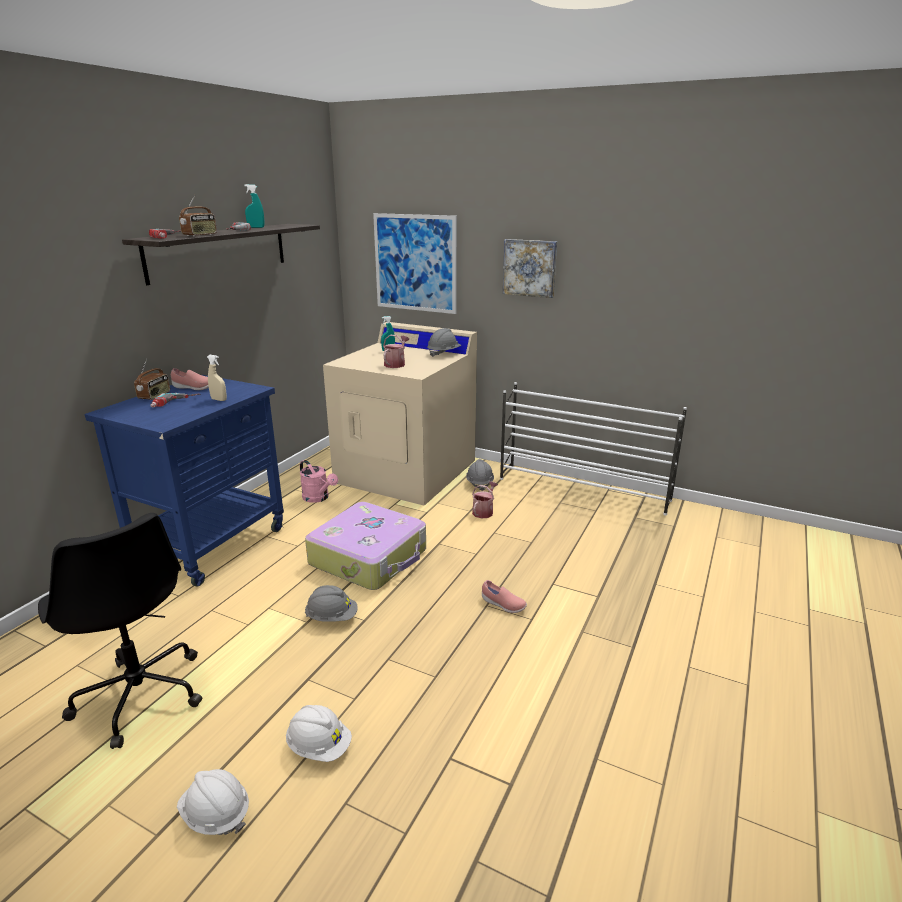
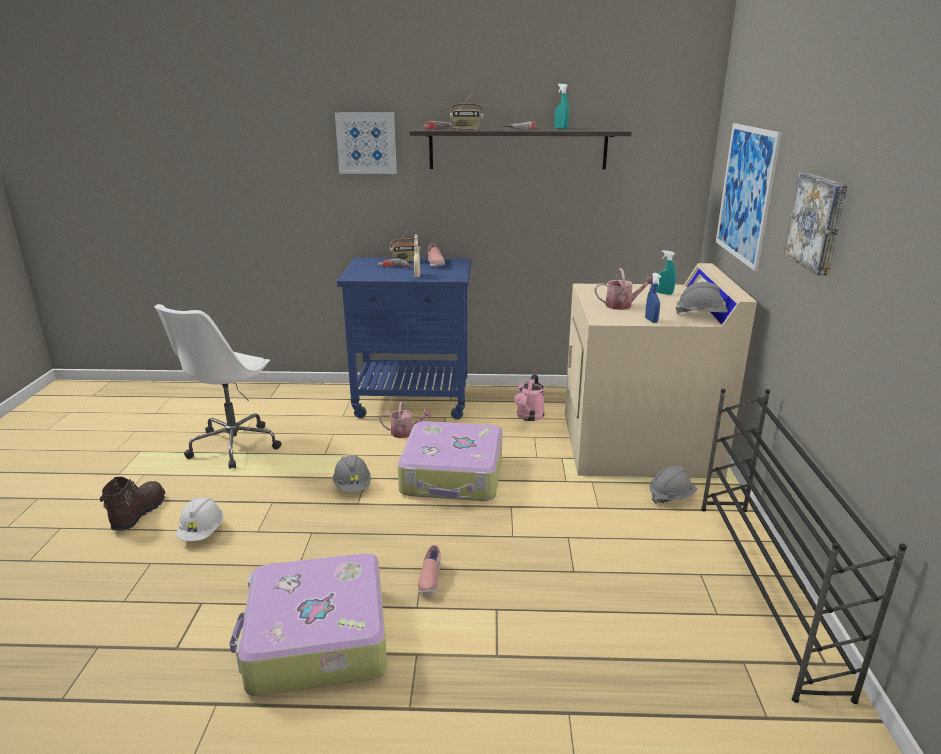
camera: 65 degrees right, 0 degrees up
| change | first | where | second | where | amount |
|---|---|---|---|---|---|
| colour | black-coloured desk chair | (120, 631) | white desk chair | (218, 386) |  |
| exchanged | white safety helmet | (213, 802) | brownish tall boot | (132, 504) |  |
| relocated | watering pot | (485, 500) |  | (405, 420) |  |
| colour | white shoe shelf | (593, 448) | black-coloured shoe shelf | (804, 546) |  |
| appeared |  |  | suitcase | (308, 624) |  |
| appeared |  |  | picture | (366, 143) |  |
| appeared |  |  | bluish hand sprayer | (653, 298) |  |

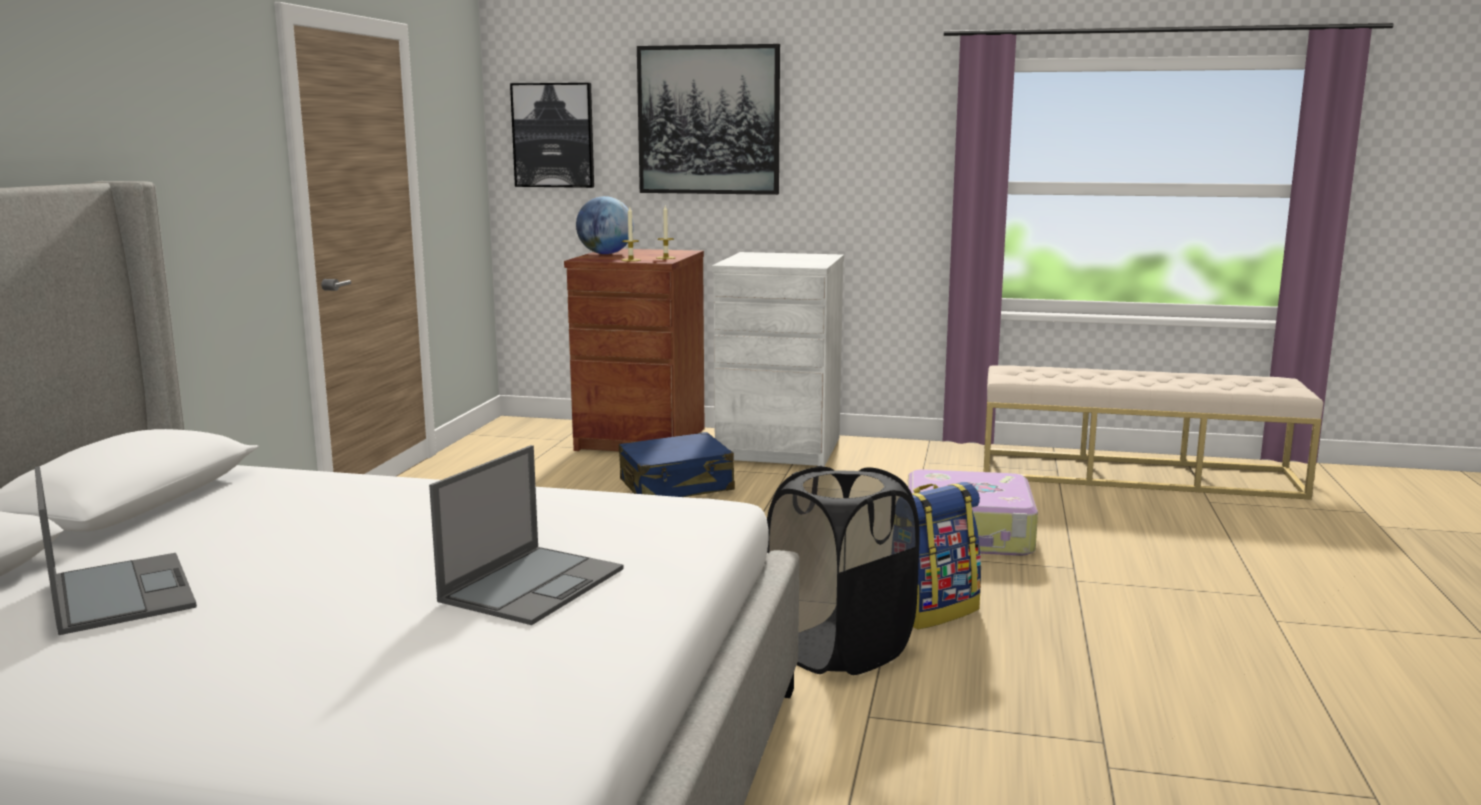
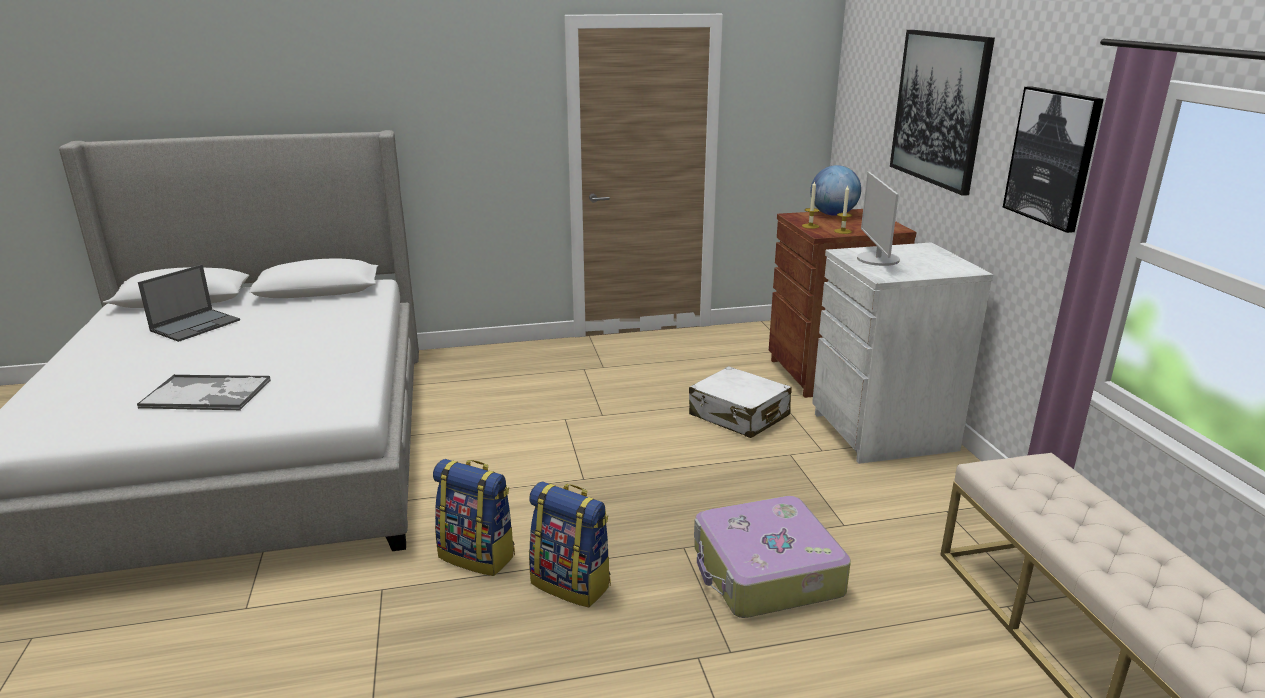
camera: 65 degrees right, 10 degrees up
| change | first | where | second | where | amount |
|---|---|---|---|---|---|
| exchanged | notebook computer | (526, 535) | carrying tray | (204, 392) |  |
| relocated | picture | (552, 135) |  | (1053, 159) |  |
| colour | bluish suitcase | (677, 464) | white suitcase | (740, 402) |  |
| exchanged | black-coloured hamper | (843, 570) | knapsack | (474, 517) |  |
| appeared |  |  | monitor | (878, 219) |  |

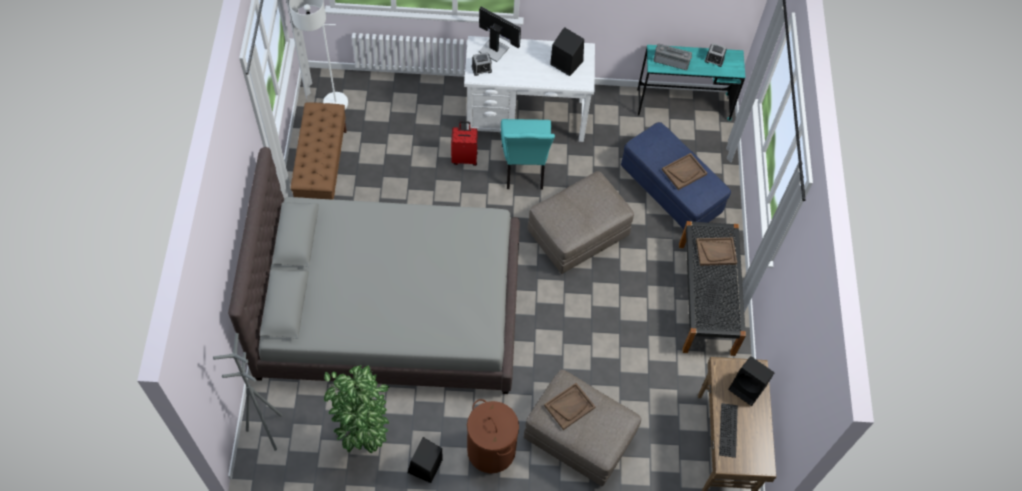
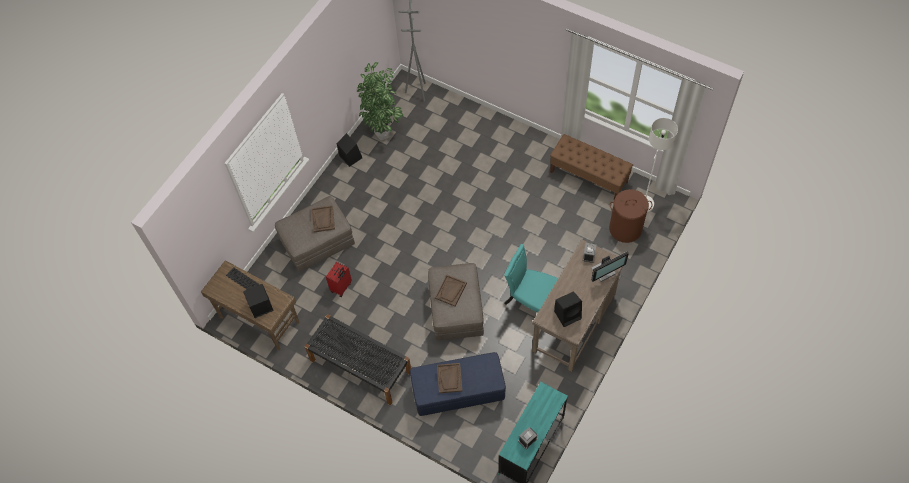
camera: 125 degrees right, 0 degrees up
| change | first | where | second | where | amount |
|---|---|---|---|---|---|
| missing | grey bedroom bed | (374, 270) |  |  |  |
| relocated | red-coloured suitcase | (464, 143) |  | (339, 279) |  |
| colour | white desk table | (529, 89) | brownish desk table | (578, 305) |  |
| relocated | brownish hamper | (493, 436) |  | (630, 216) |  |
| missing | radio set | (673, 56) |  |  |  |
| relocated | brownish carrying tray | (716, 251) |  | (451, 291) |  |

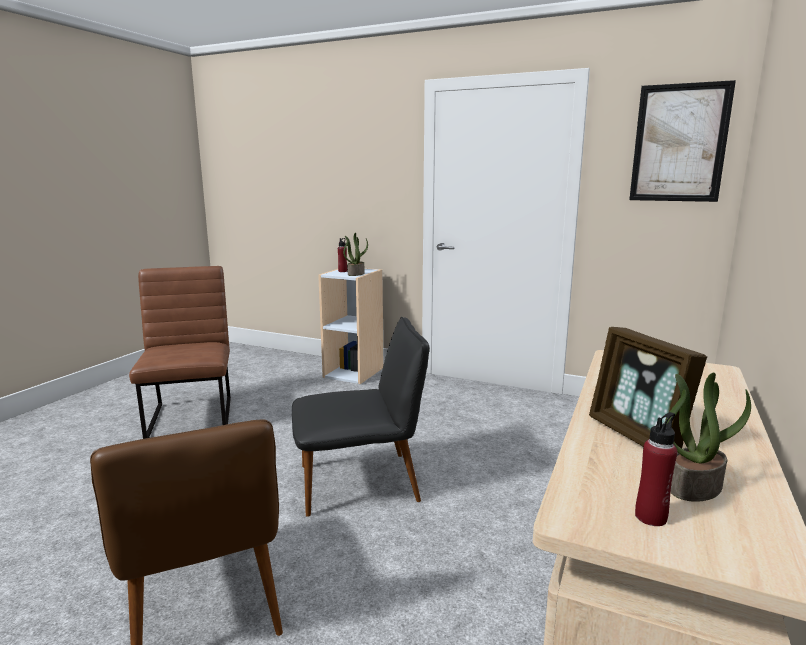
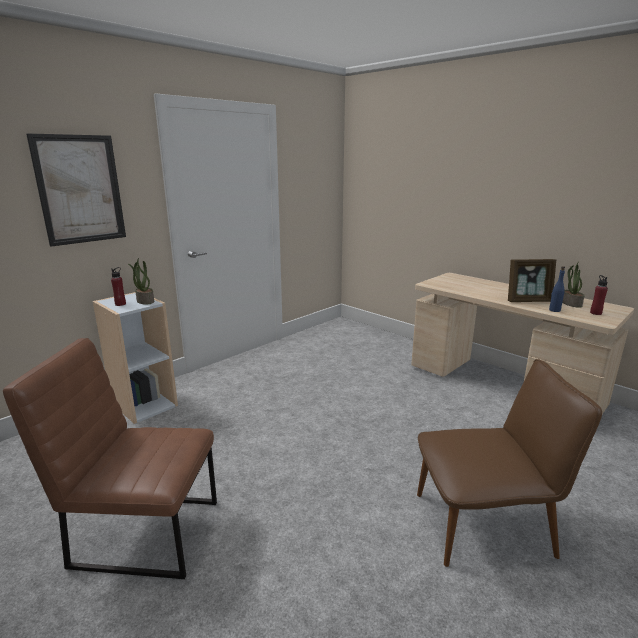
camera: 70 degrees left, 5 degrees up
| change | first | where | second | where | amount |
|---|---|---|---|---|---|
| missing | black-coloured plain chair | (360, 417) |  |  |  |
| relocated | picture | (682, 141) |  | (76, 190) |  |
| appeared |  |  | bluish drink bottle | (557, 289) |  |

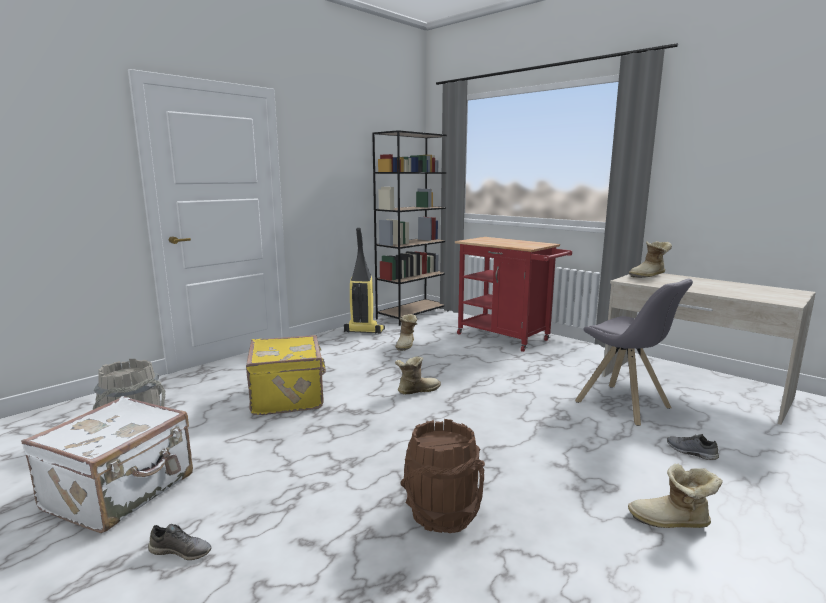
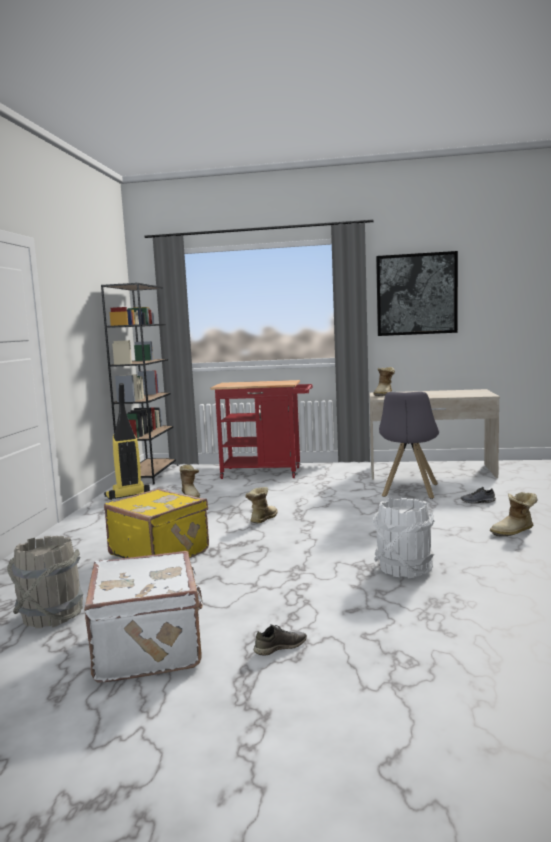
camera: 35 degrees left, 5 degrees down
| change | first | where | second | where | amount |
|---|---|---|---|---|---|
| colour | brownish pail | (442, 476) | white pail | (403, 538) |  |
| spun | grey plain chair | (634, 352) |  | (409, 445) | 90 degrees clockwise |
| appeared |  |  | picture | (417, 293) |  |

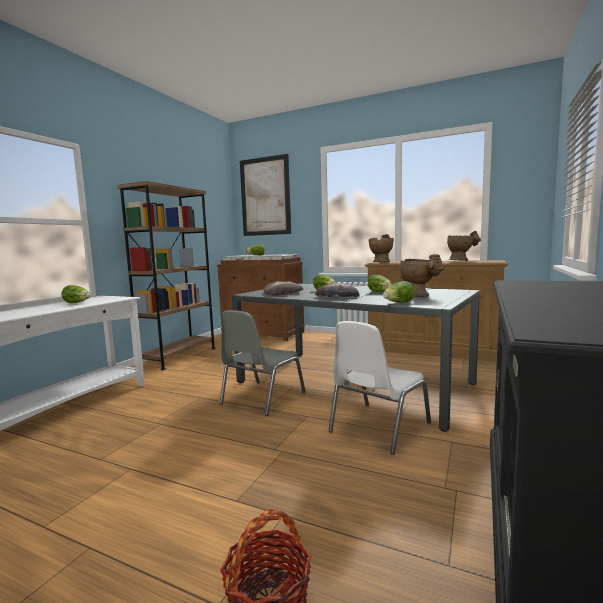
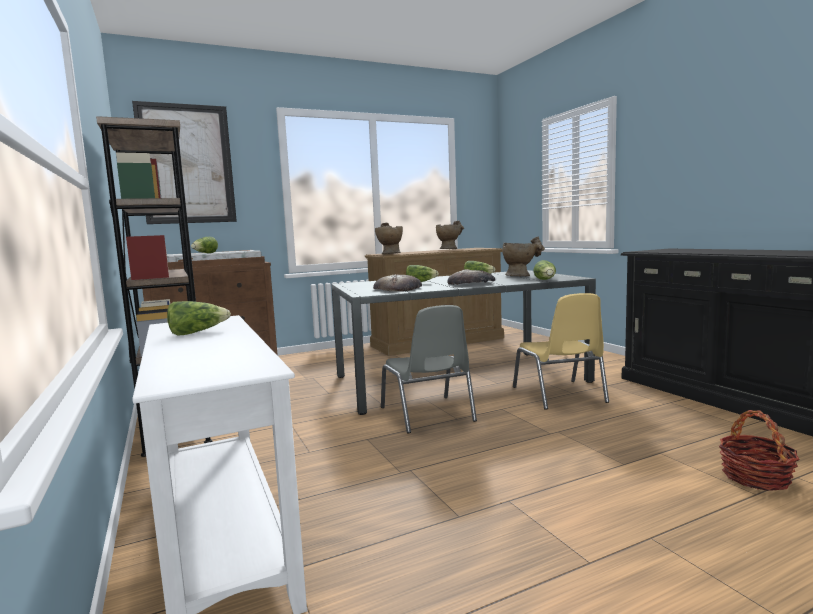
camera: 50 degrees left, 0 degrees up
| change | first | where | second | where | amount |
|---|---|---|---|---|---|
| colour | white plain chair | (379, 388) | yellow plain chair | (561, 351) |  |

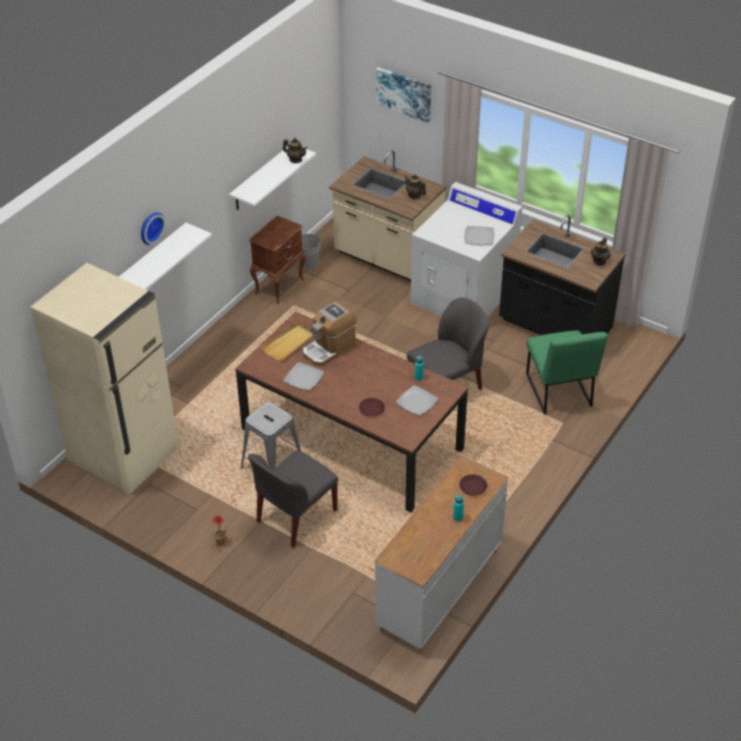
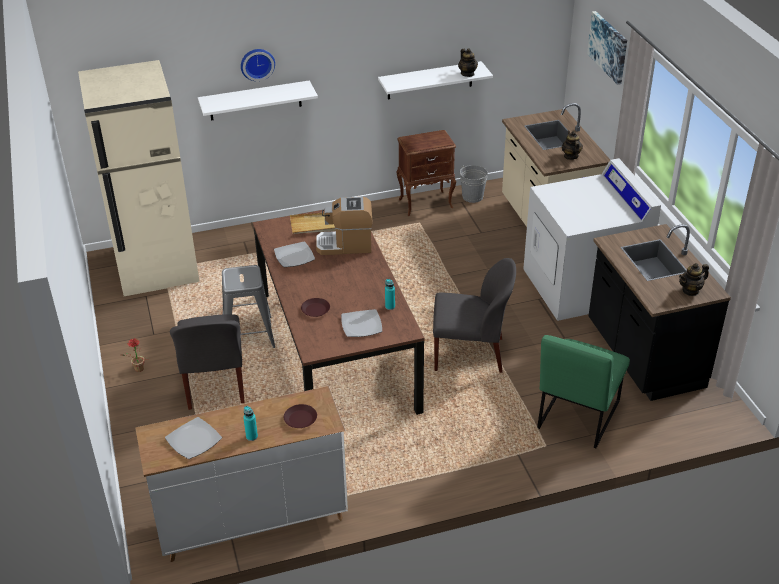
camera: 40 degrees right, 5 degrees down
| change | first | where | second | where | amount |
|---|---|---|---|---|---|
| spun | grey plain chair | (293, 498) |  | (207, 362) | 90 degrees counterclockwise |
| relocated | dinner plate | (479, 235) |  | (193, 438) |  |

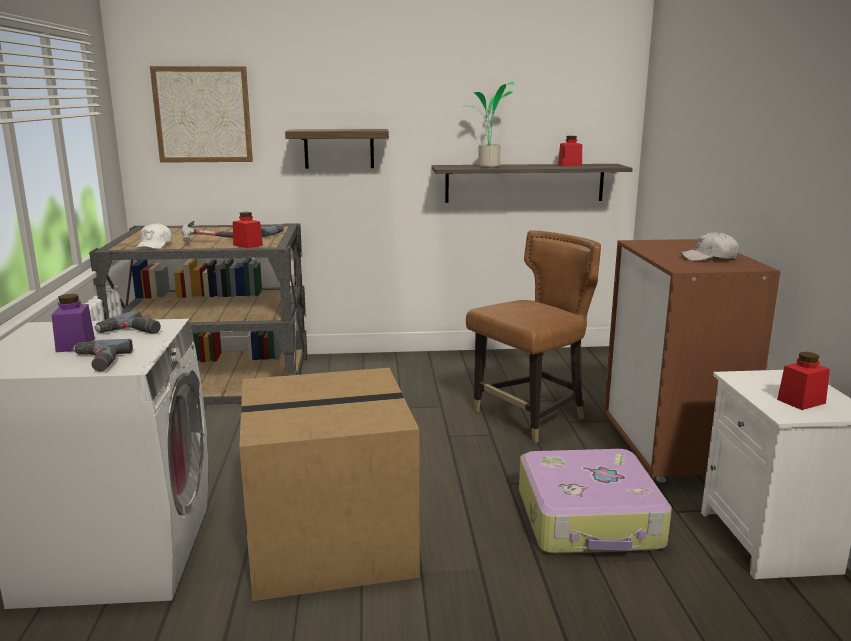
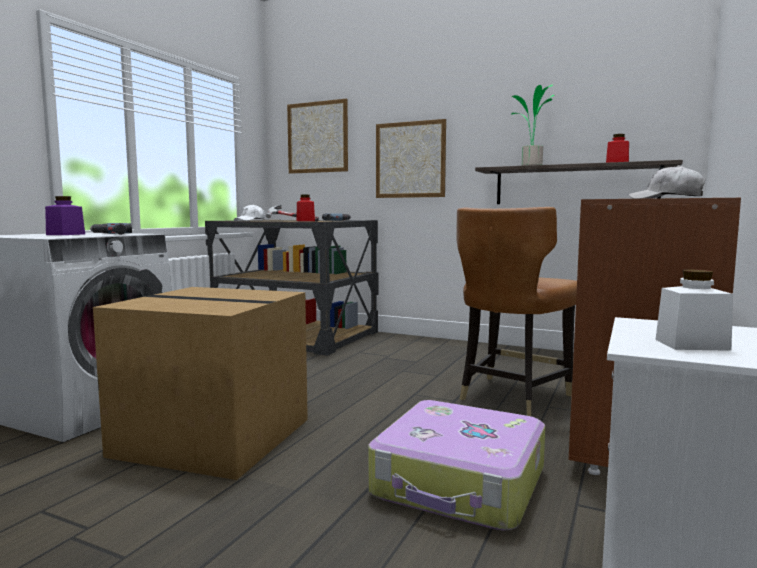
camera: 30 degrees right, 10 degrees down
| change | first | where | second | where | amount |
|---|---|---|---|---|---|
| missing | power drill | (103, 355) |  |  |  |
| exchanged | bracket shelf | (337, 149) | picture | (411, 158) |  |
| spun | brownish plain chair | (533, 336) |  | (517, 311) | 135 degrees clockwise |
| colour | red-coloured storage jar | (803, 381) | white storage jar | (694, 310) |  |

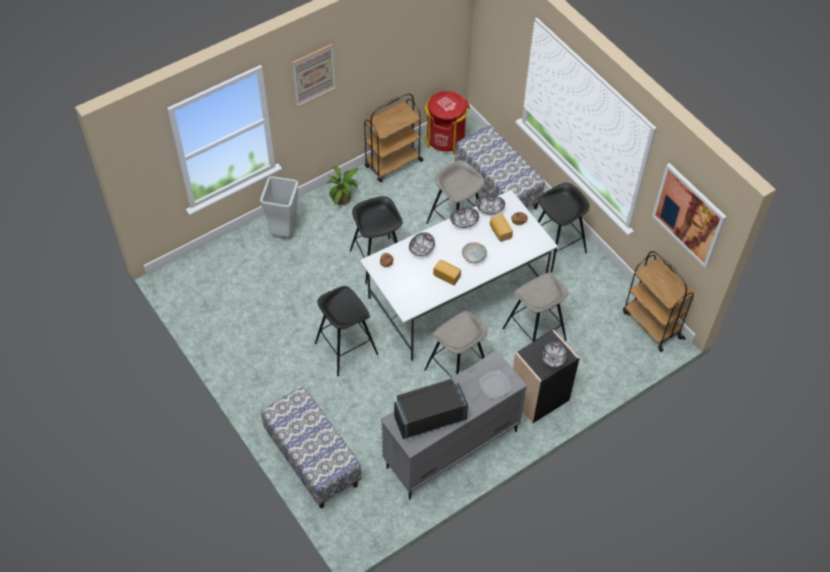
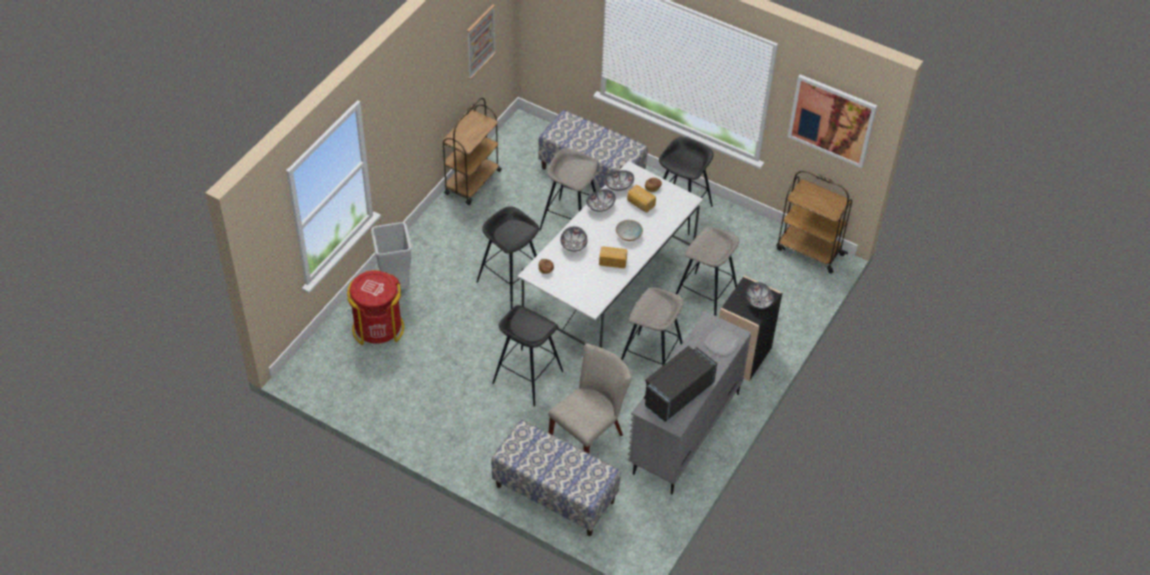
camera: 25 degrees left, 5 degrees down
| change | first | where | second | where | amount |
|---|---|---|---|---|---|
| relocated | picture | (314, 75) |  | (481, 41) |  |
| missing | plant in a pot | (342, 186) |  |  |  |
| relocated | red-coloured rubbish bin | (447, 123) |  | (375, 307) |  |
| appeared |  |  | beige plain chair | (590, 398) |  |

